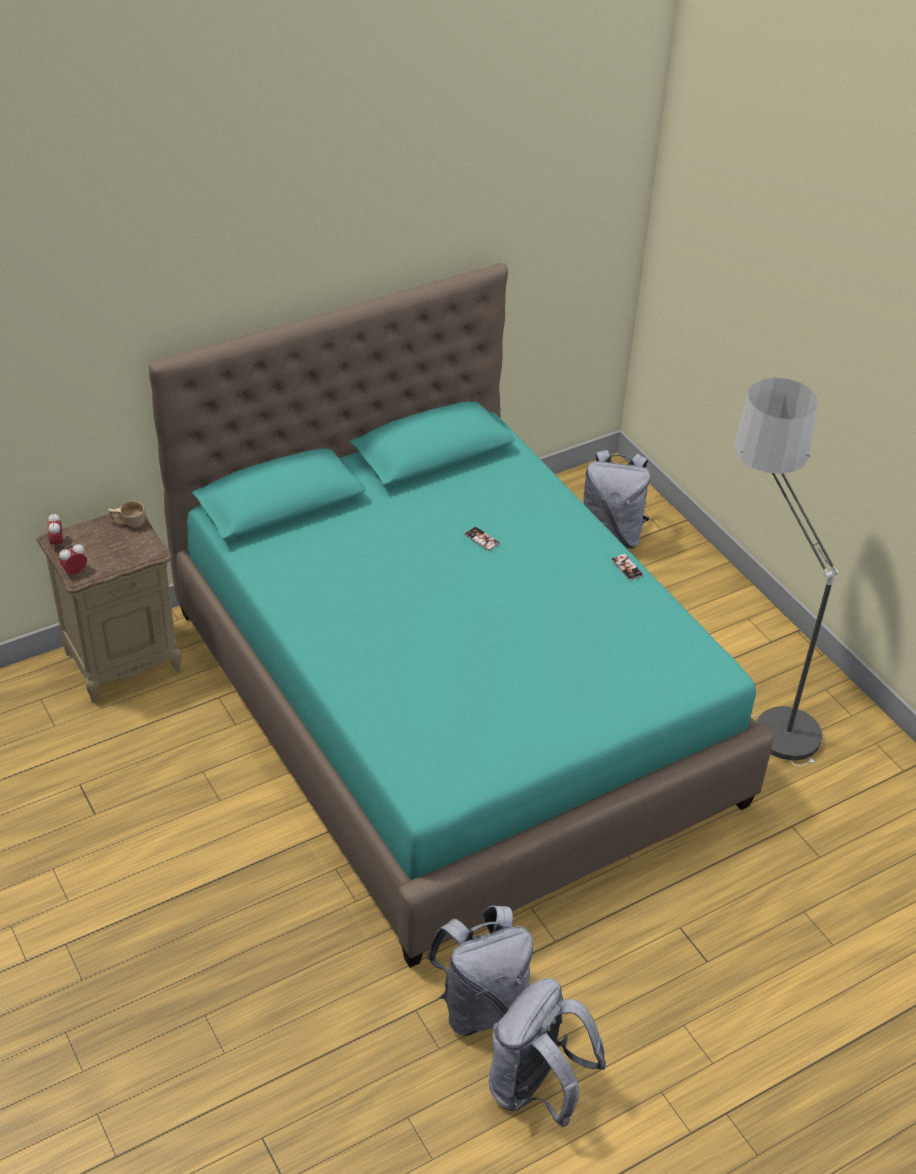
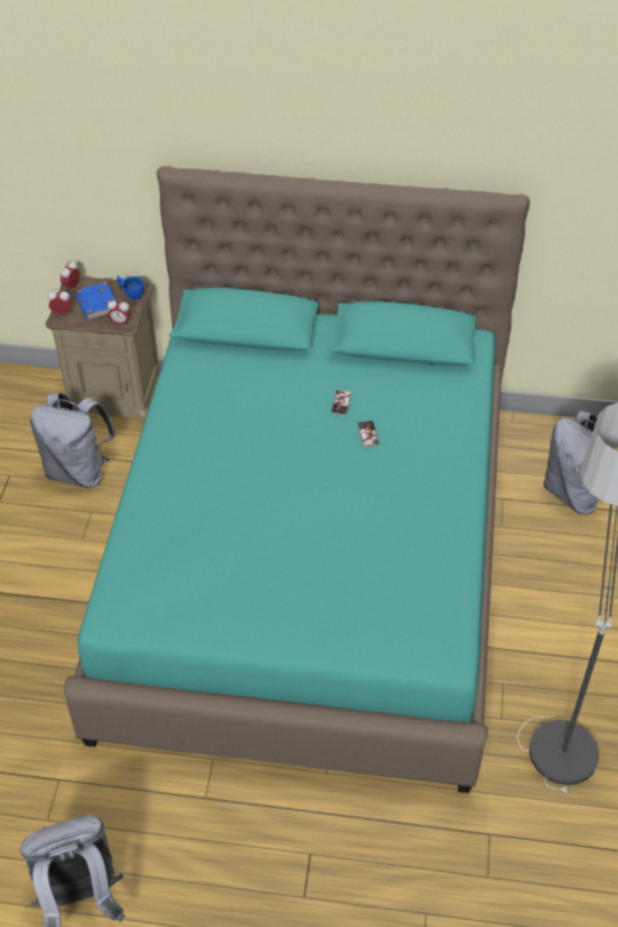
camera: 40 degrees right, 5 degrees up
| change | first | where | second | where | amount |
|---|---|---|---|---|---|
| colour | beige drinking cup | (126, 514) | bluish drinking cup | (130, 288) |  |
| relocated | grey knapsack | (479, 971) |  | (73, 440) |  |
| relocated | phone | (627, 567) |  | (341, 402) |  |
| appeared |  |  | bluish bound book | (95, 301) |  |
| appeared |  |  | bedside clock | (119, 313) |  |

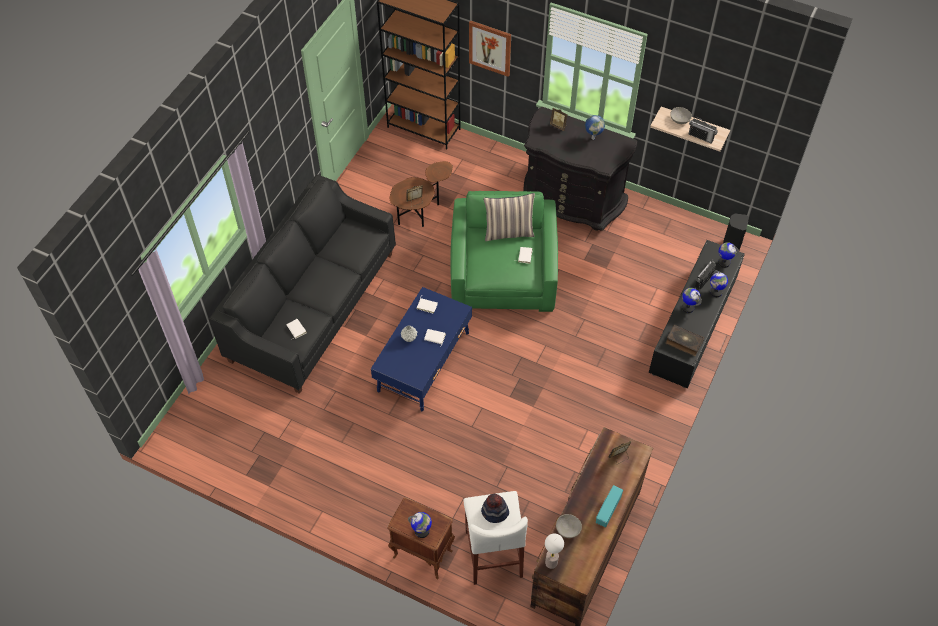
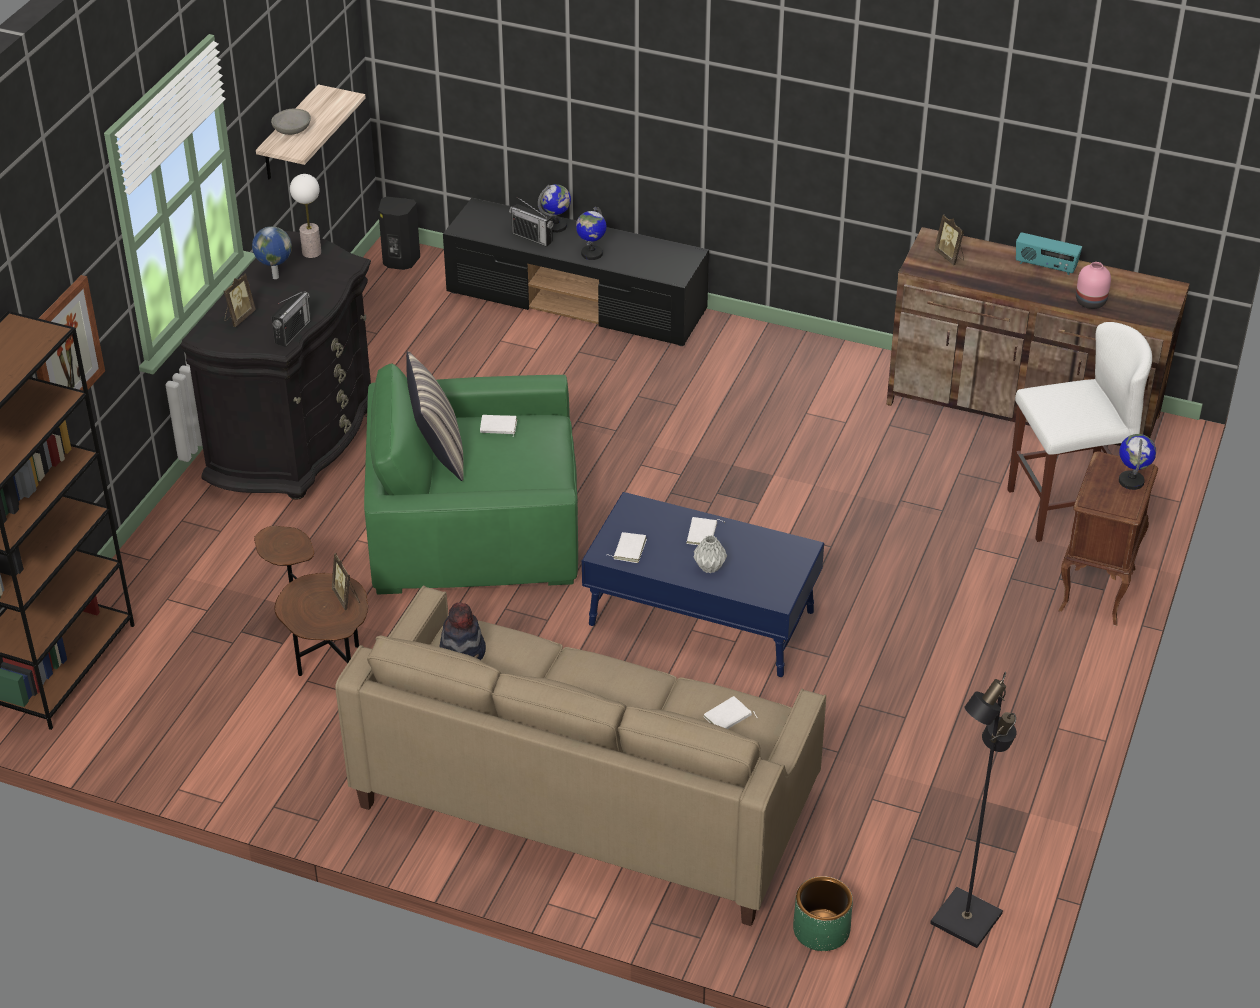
camera: 95 degrees left, 15 degrees down
| change | first | where | second | where | amount |
|---|---|---|---|---|---|
| colour | black-coloured sofa | (302, 284) | beige sofa | (580, 756) |  |
| relocated | clothing hat | (495, 508) |  | (462, 631) |  |
| relocated | tabletop lamp | (554, 551) |  | (305, 216) |  |
| exchanged | grey deep dish | (569, 526) | pink flower vase | (1093, 285) |  |
| missing | bound book | (685, 340) |  |  |  |
| relocated | radio set | (703, 130) |  | (291, 319) |  |
| missing | desk globe | (728, 255) |  |  |  |
| appeared |  |  | green planter | (823, 913) |  |
| appeared |  |  | black-coloured standard lamp | (973, 810) |  |

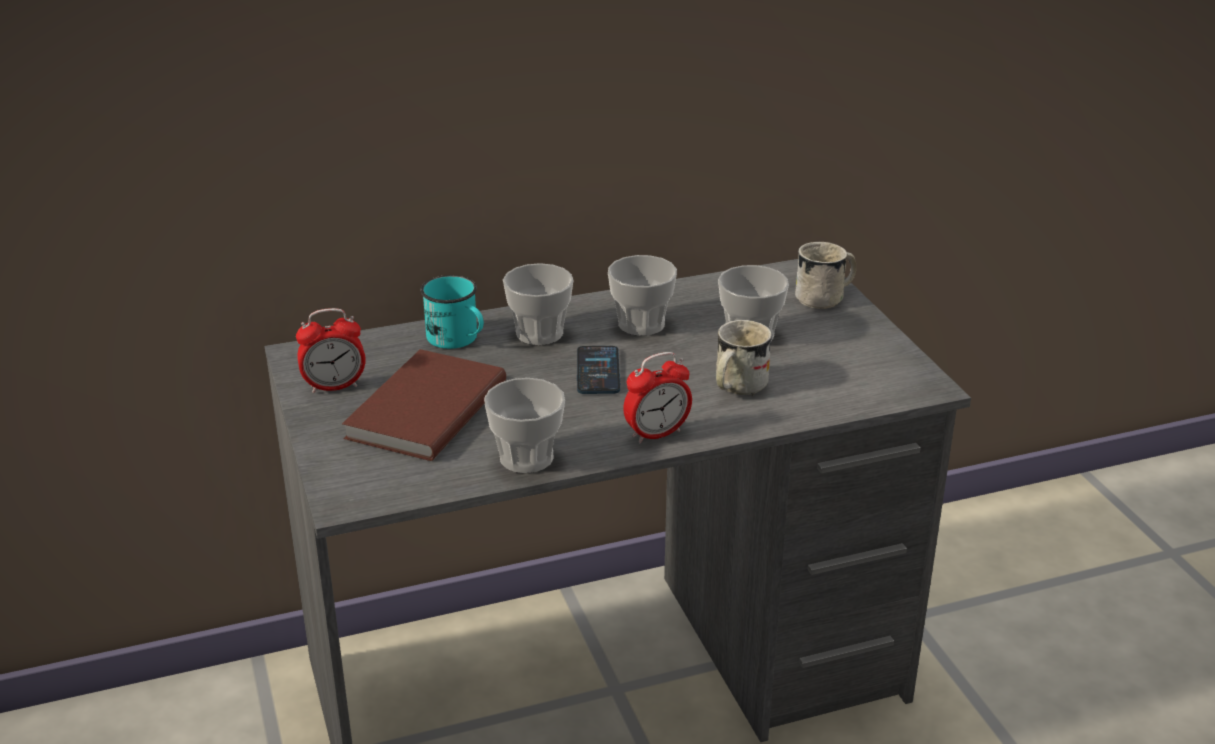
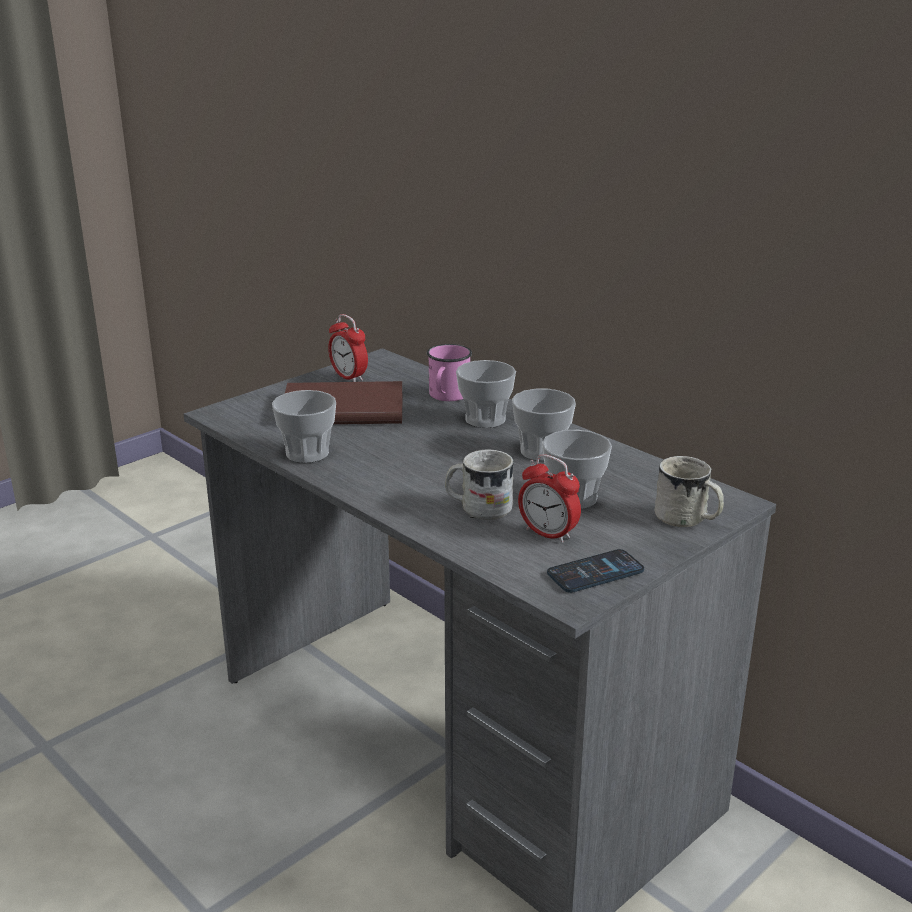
camera: 65 degrees right, 5 degrees down
| change | first | where | second | where | amount |
|---|---|---|---|---|---|
| colour | blue-green tea mug | (452, 312) | pink tea mug | (449, 372) |  |
| relocated | phone | (599, 370) |  | (595, 571) |  |
| relocated | bedside clock | (657, 397) |  | (549, 498) |  |

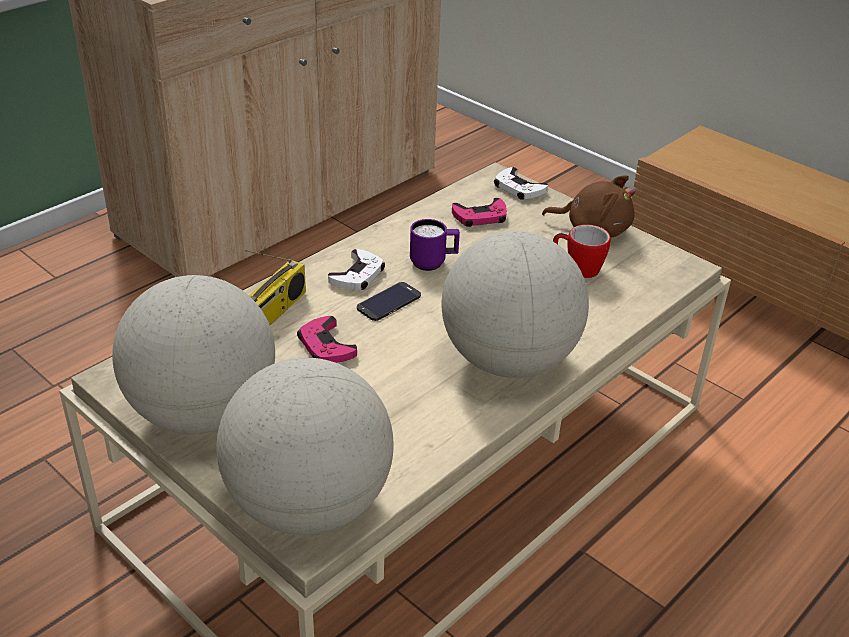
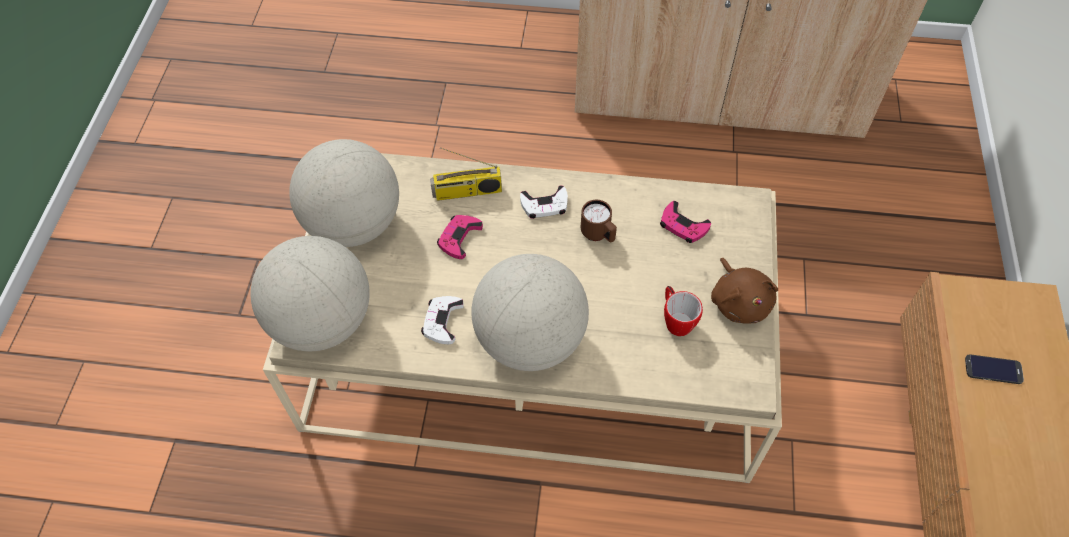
camera: 55 degrees right, 20 degrees up
| change | first | where | second | where | amount |
|---|---|---|---|---|---|
| relocated | phone | (389, 301) |  | (994, 369) |  |
| colour | purple-coloured tea mug | (435, 245) | brownish tea mug | (599, 221) |  |
| relocated | white joypad | (521, 183) |  | (442, 320) |  |

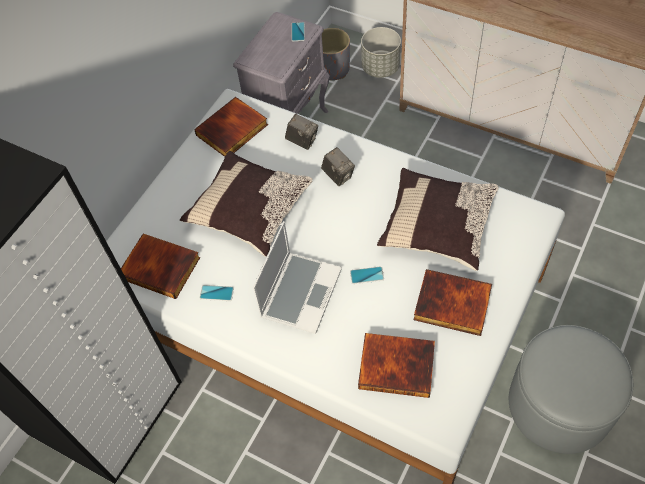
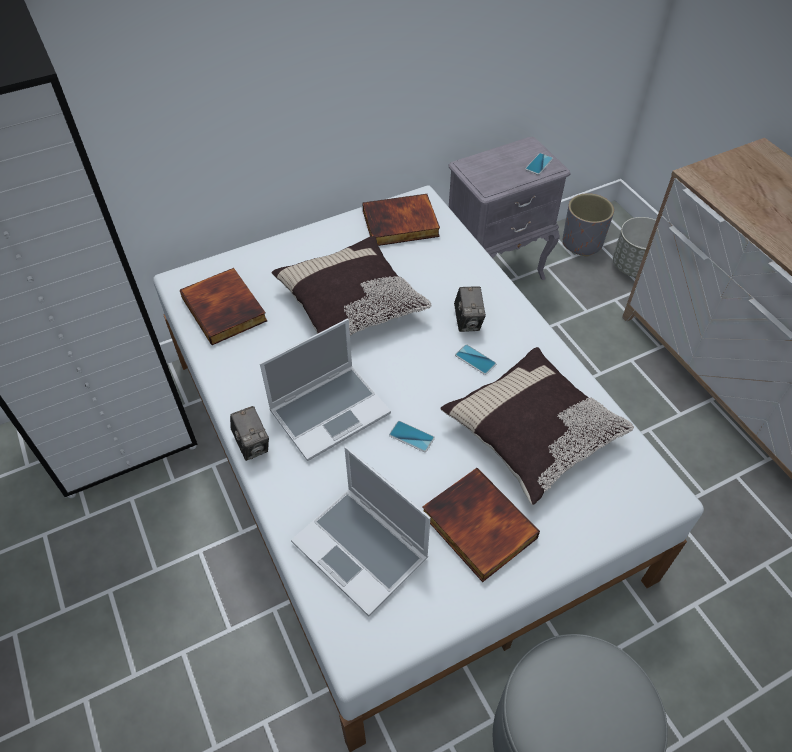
camera: 30 degrees right, 5 degrees down
| change | first | where | second | where | amount |
|---|---|---|---|---|---|
| relocated | phone | (217, 293) |  | (475, 359) |  |
| relocated | photo camera | (301, 132) |  | (249, 433) |  |
| exchanged | bound book | (396, 365) | notebook computer | (361, 531) |  |

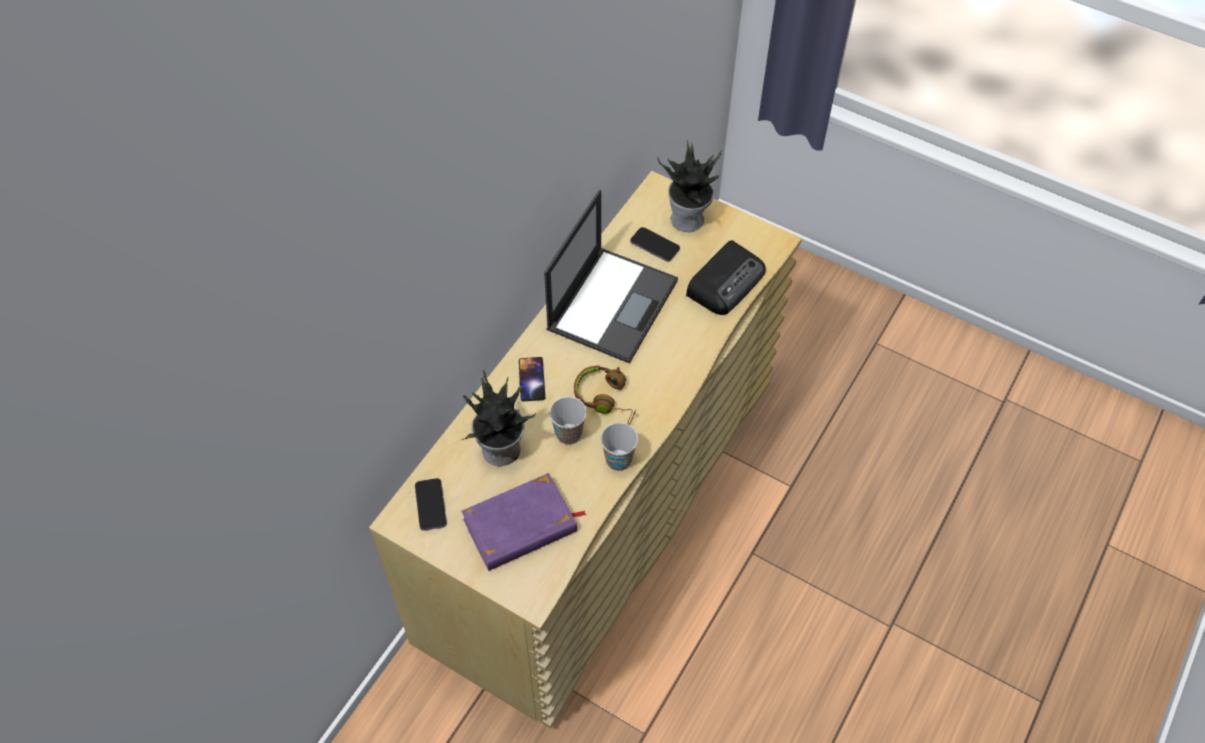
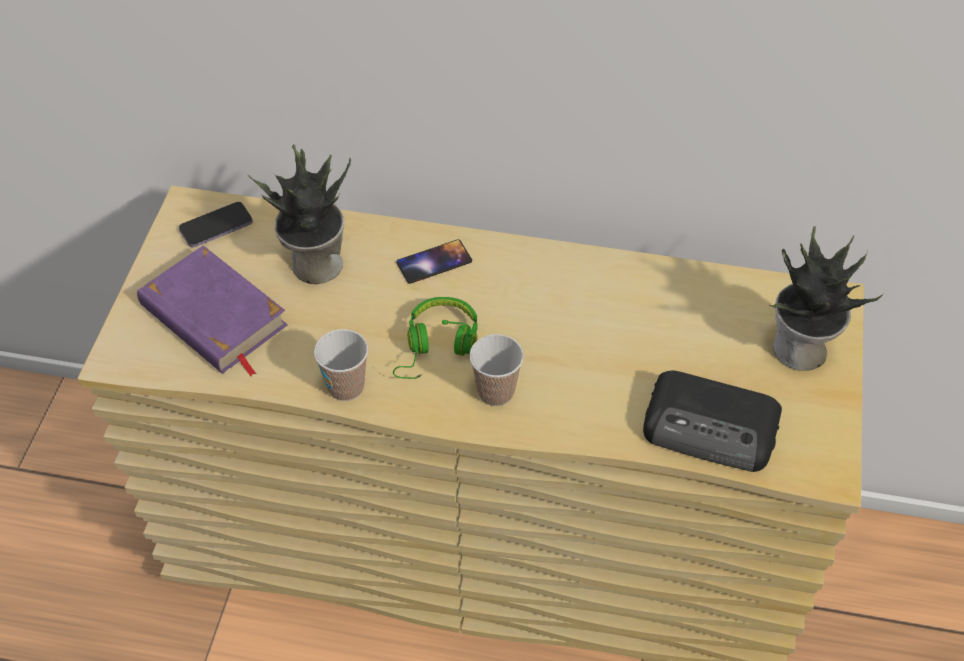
camera: 70 degrees right, 5 degrees down
| change | first | where | second | where | amount |
|---|---|---|---|---|---|
| missing | notebook computer | (611, 277) |  |  |  |
| relocated | drinking cup | (568, 420) |  | (496, 370) |  |
| colour | brownish headset | (605, 395) | green headset | (435, 338) |  |
| missing | phone | (655, 244) |  |  |  |

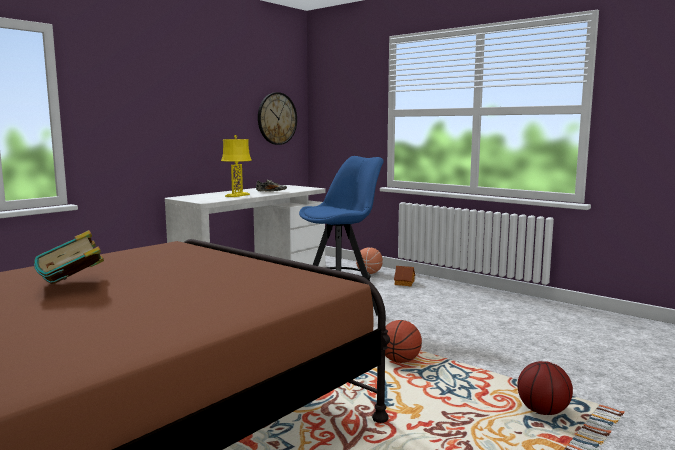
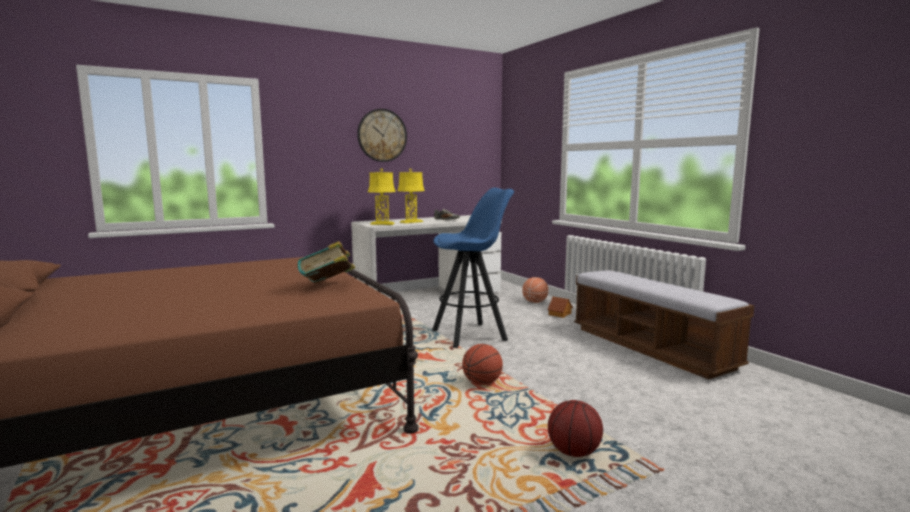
camera: 20 degrees right, 0 degrees up
| change | first | where | second | where | amount |
|---|---|---|---|---|---|
| relocated | bound book | (69, 257) |  | (326, 262) |  |
| relocated | wall clock | (277, 118) |  | (382, 135) |  |
| appeared |  |  | yellow tabletop lamp | (382, 196) |  |
| appeared |  |  | indoor bench | (664, 325) |  |

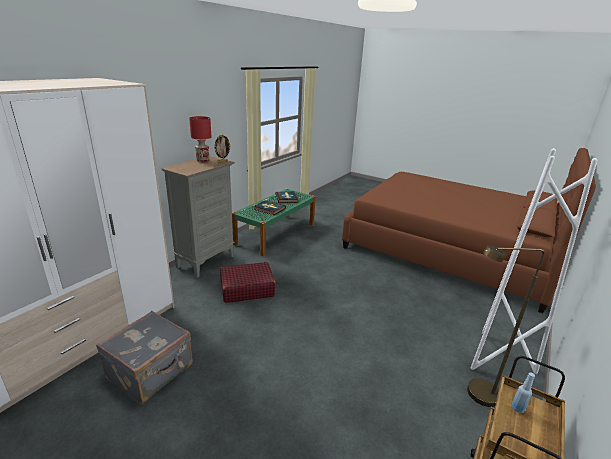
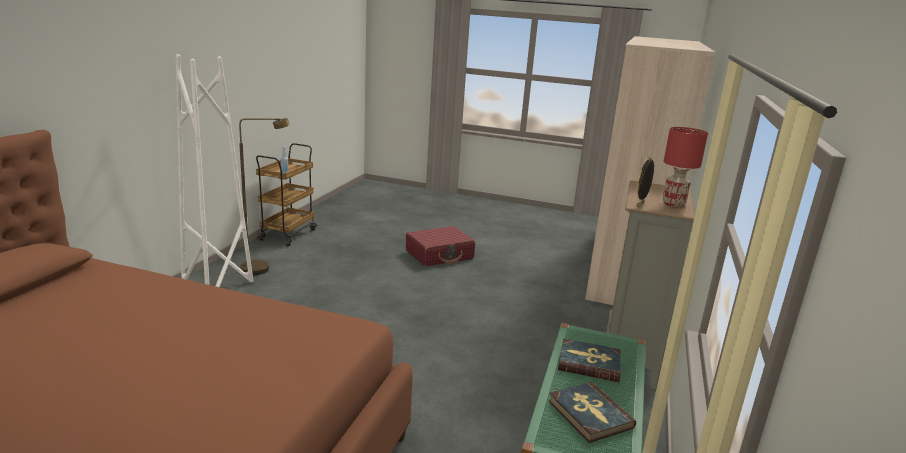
camera: 165 degrees right, 5 degrees down
| change | first | where | second | where | amount |
|---|---|---|---|---|---|
| missing | grey suitcase | (144, 357) |  |  |  |
| relocated | red-coloured suitcase | (247, 282) |  | (440, 246) |  |

